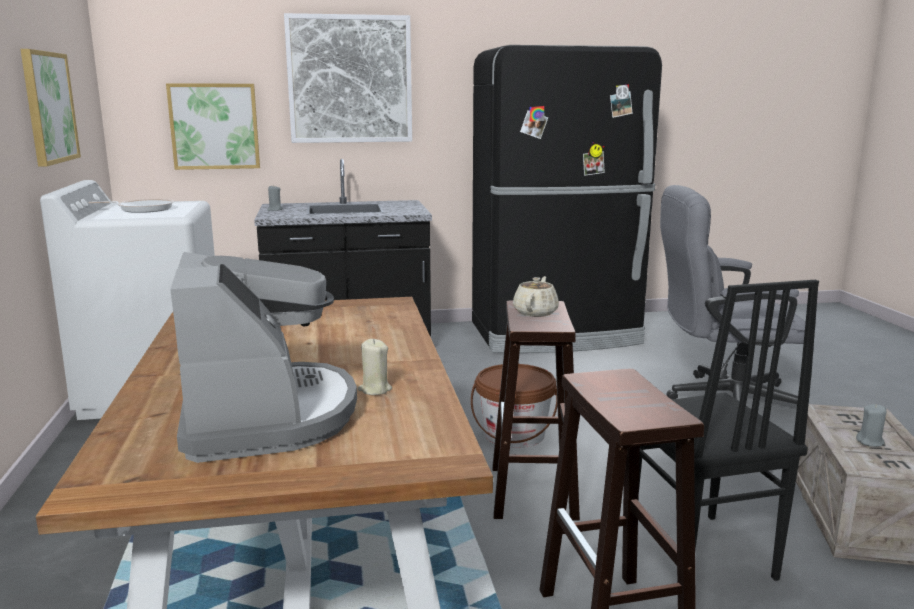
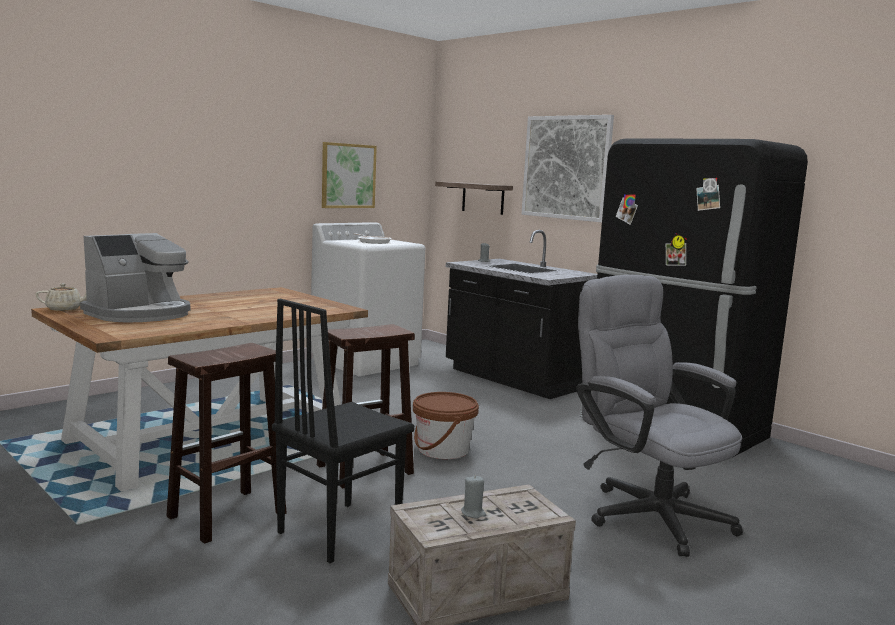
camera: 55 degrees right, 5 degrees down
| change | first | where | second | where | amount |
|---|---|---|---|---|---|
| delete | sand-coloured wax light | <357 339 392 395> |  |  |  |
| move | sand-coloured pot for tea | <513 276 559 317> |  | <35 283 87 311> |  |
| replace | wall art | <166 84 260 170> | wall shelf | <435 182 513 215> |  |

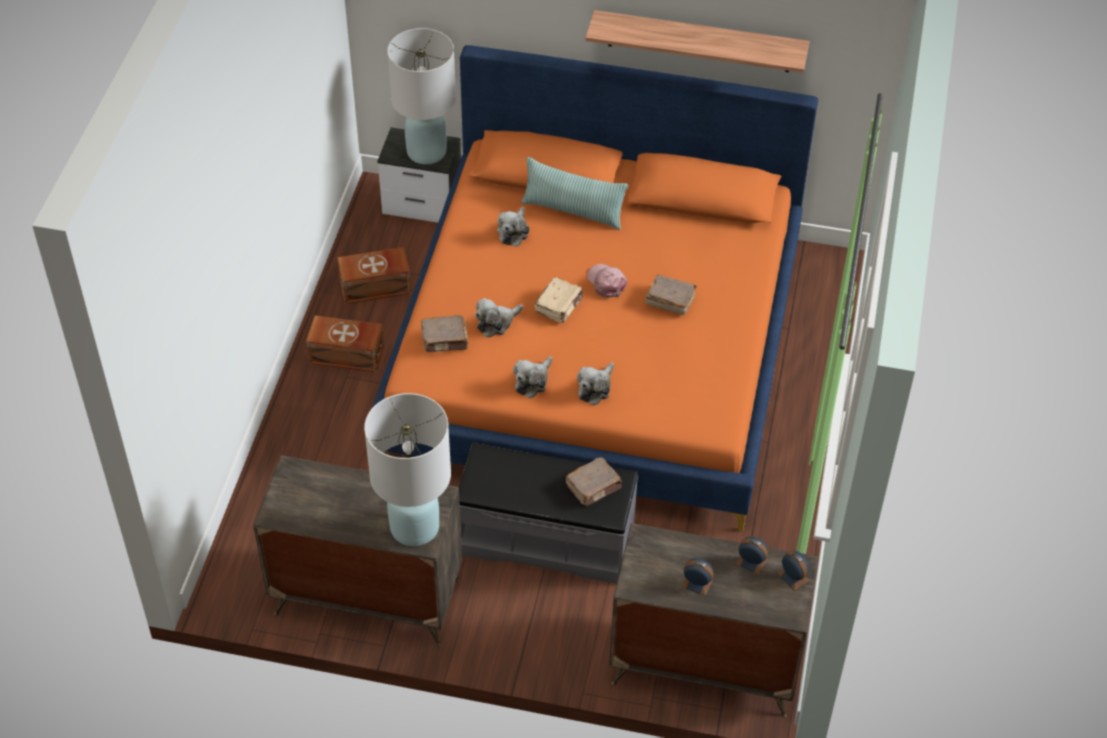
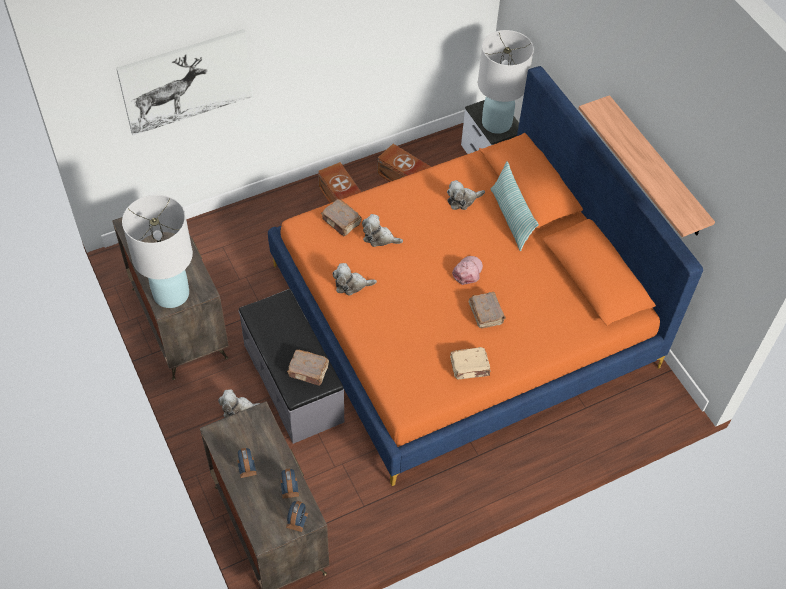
camera: 50 degrees right, 5 degrees up
| change | first | where | second | where | amount |
|---|---|---|---|---|---|
| insert |  |  | wall art | <116 29 253 136> |  |
| move | sand-coloured book | <534 277 583 323> |  | <450 347 491 379> |  |
| move | soft toy | <577 362 614 406> |  | <218 389 260 418> |  |

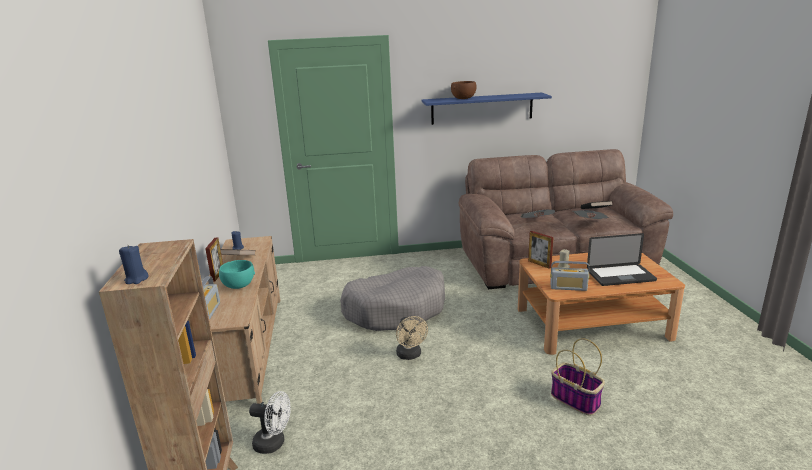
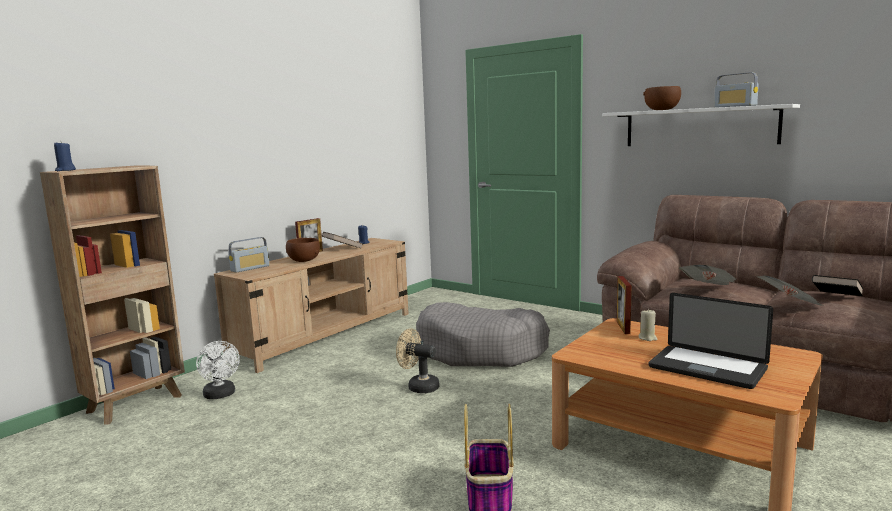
camera: 45 degrees right, 10 degrees down
| change | first | where | second | where | amount |
|---|---|---|---|---|---|
| move | radio receiver | <550 261 590 291> |  | <714 72 759 108> |  |
| recolor | blue-green deep dish | <219 260 255 289> | brown-coloured deep dish | <286 238 320 262> |  |
| recolor | blue wall shelf | <422 93 552 125> | whitish wall shelf | <602 104 800 146> |  |
| rotate | sand-coloured cooling fan | <396 316 428 360> |  | <396 328 439 393> | 90 degrees clockwise |

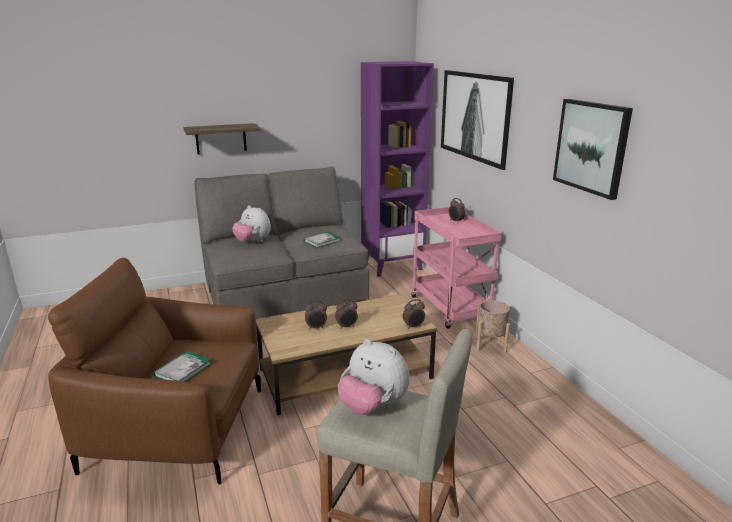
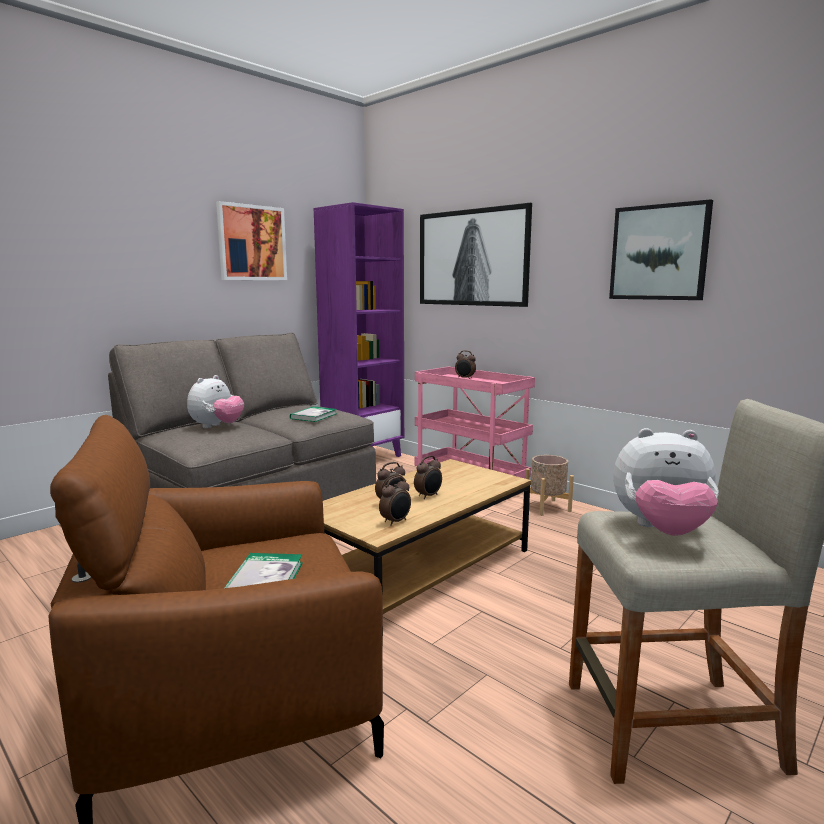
camera: 25 degrees left, 10 degrees down
| change | first | where | second | where | amount |
|---|---|---|---|---|---|
| delete | wall shelf | <183 123 261 154> |  |  |  |
| insert |  |  | wall art | <216 201 287 280> |  |
| move | table clock | <403 299 425 329> |  | <379 477 411 526> |  |
| rotate | soft toy | <232 205 271 242> |  | <187 375 244 428> | 75 degrees counterclockwise |

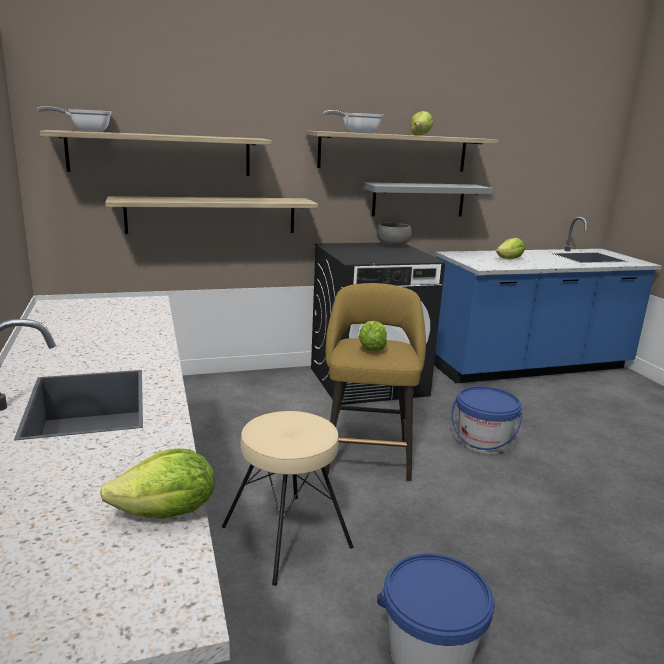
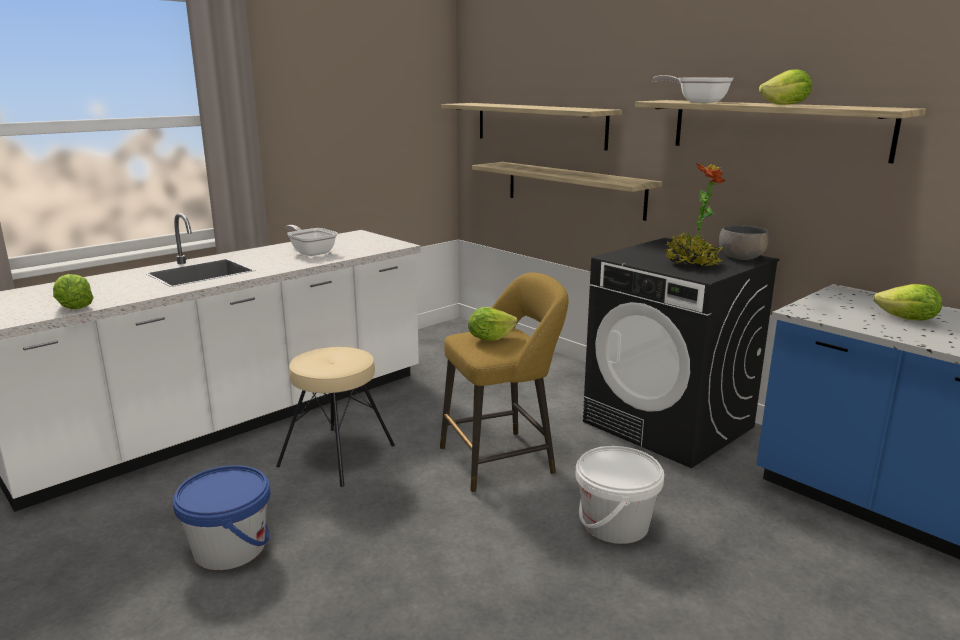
camera: 65 degrees right, 0 degrees up
| change | first | where | second | where | amount |
|---|---|---|---|---|---|
| delete | greyish wall shelf | <362 182 493 217> |  |  |  |
| insert |  |  | houseplant | <665 163 725 267> |  |
| move | skillet | <37 106 112 132> |  | <286 225 338 256> |  |
| recolor | blue bucket | <451 386 522 454> | whitish bucket | <575 446 664 544> |  |

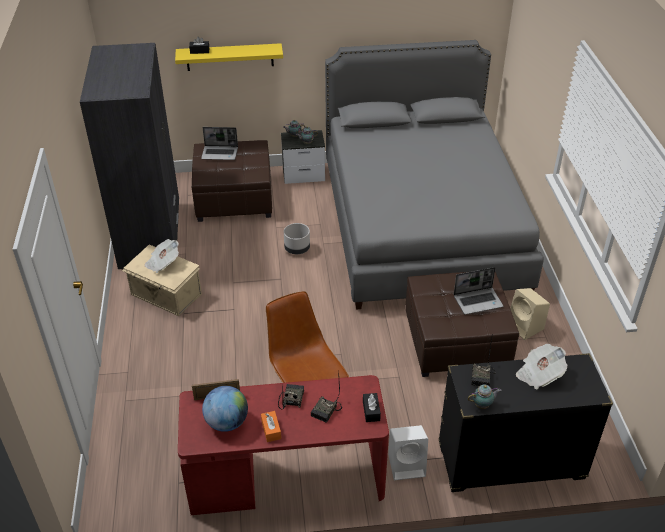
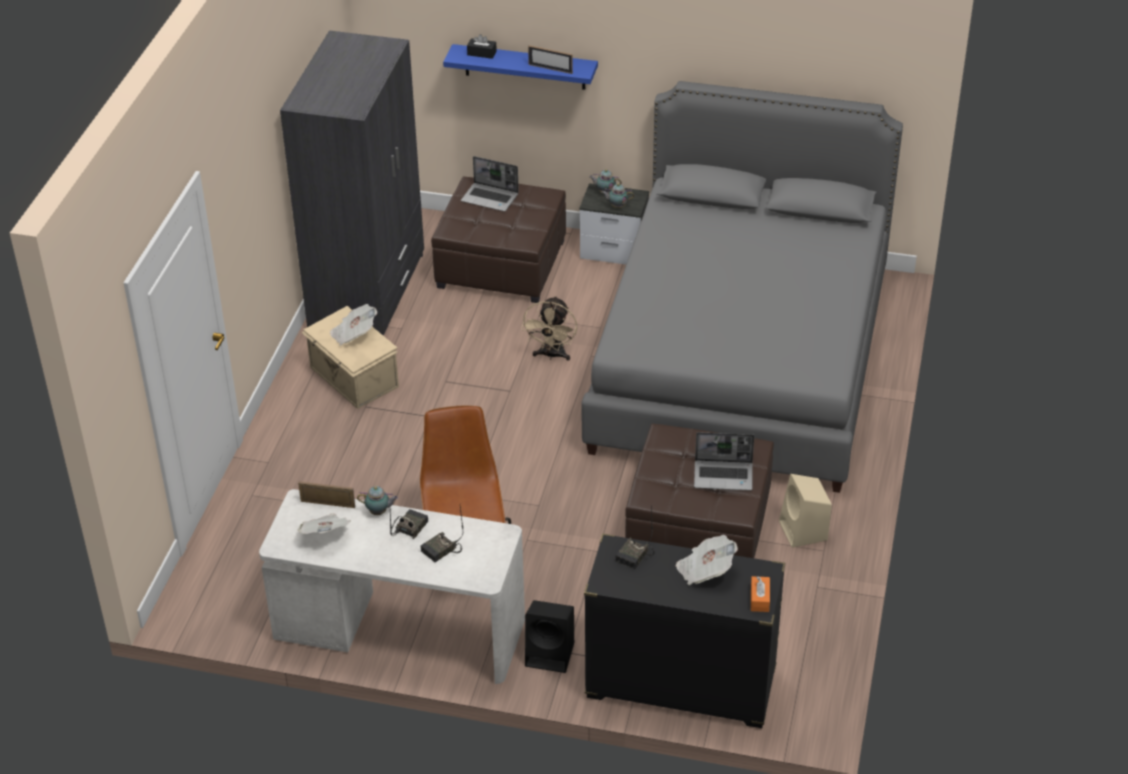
camera: 20 degrees right, 0 degrees up
| change | first | where | second | where | amount |
|---|---|---|---|---|---|
| delete | blackish tissue holder | <363 393 381 422> |  |  |  |
| insert |  |  | standing frame | <528 45 573 74> |  |
| move | orange-coloured tissue holder | <261 411 281 442> |  | <751 576 770 612> |  |
| move | pot for tea | <468 384 502 409> |  | <357 486 398 515> |  |
| replace | desk globe | <202 386 248 432> | daily paper | <297 513 351 534> |  |
| replace | greyish flower pot | <284 223 310 254> | sand-coloured cooling fan | <521 296 577 361> |  |
| recolor | yellowish wall shelf | <175 43 283 71> | blue wall shelf | <443 44 598 90> |  |
| recolor | reddish desk unit | <178 375 389 515> | whitish desk unit | <259 489 525 684> |  |
| recolor | whitish loudspeaker | <388 425 428 480> | blackish loudspeaker | <525 600 574 673> |  |

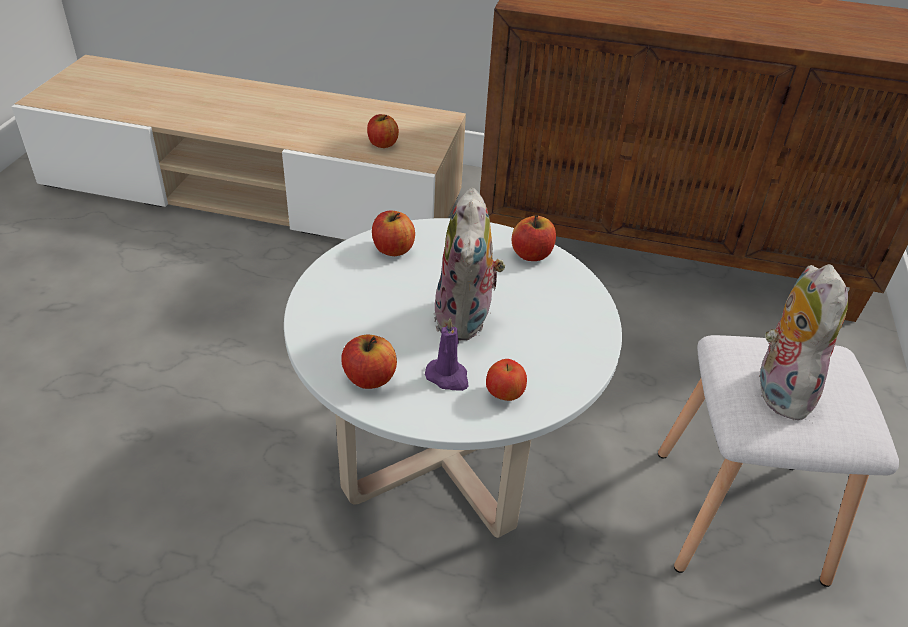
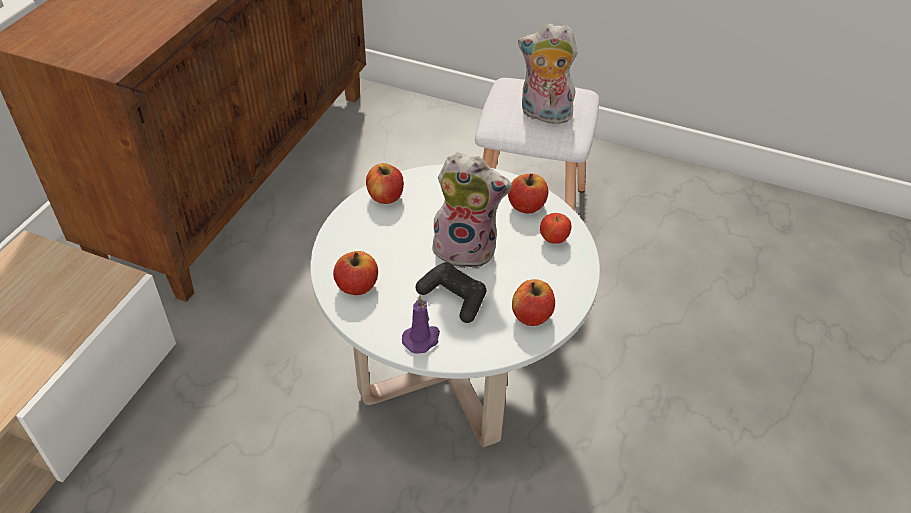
camera: 80 degrees left, 5 degrees up
| change | first | where | second | where | amount |
|---|---|---|---|---|---|
| insert |  |  | blackish game controller | <416 262 486 323> |  |
| move | apple | <367 114 399 148> |  | <508 173 548 213> |  |
| move | purplish wax light | <425 318 469 391> |  | <402 295 440 354> |  |

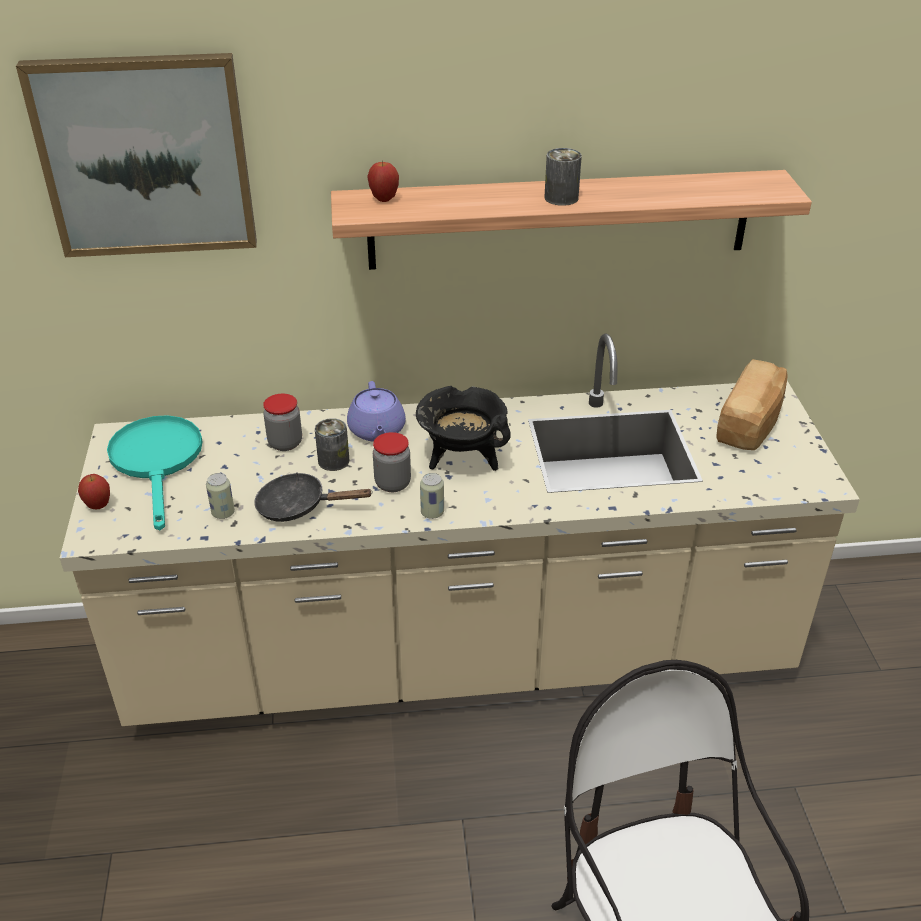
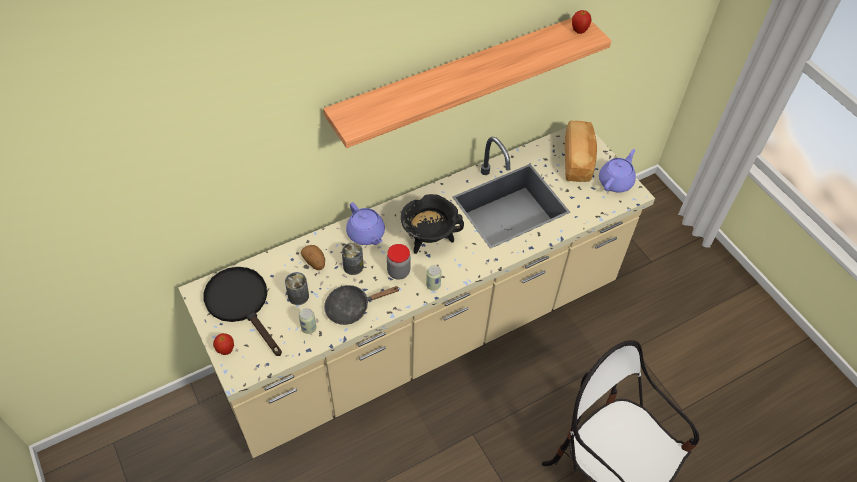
camera: 25 degrees left, 15 degrees up
| change | first | where | second | where | amount |
|---|---|---|---|---|---|
| delete | wall art | <16 53 257 257> |  |  |  |
| insert |  |  | purplish pot for tea | <599 149 636 193> |  |
| move | apple | <367 160 399 202> |  | <572 10 591 34> |  |
| move | sealed can | <544 148 582 206> |  | <285 272 309 305> |  |
| replace | storage jar | <263 394 302 451> | potato | <301 245 325 270> |  |
| recolor | blue-green skillet | <107 415 203 530> | blackish skillet | <203 267 282 356> |  |

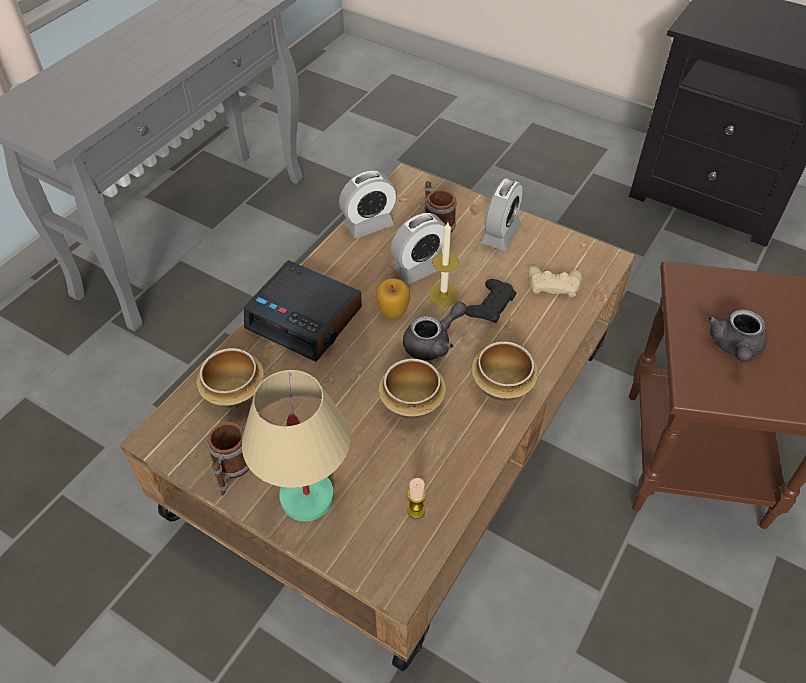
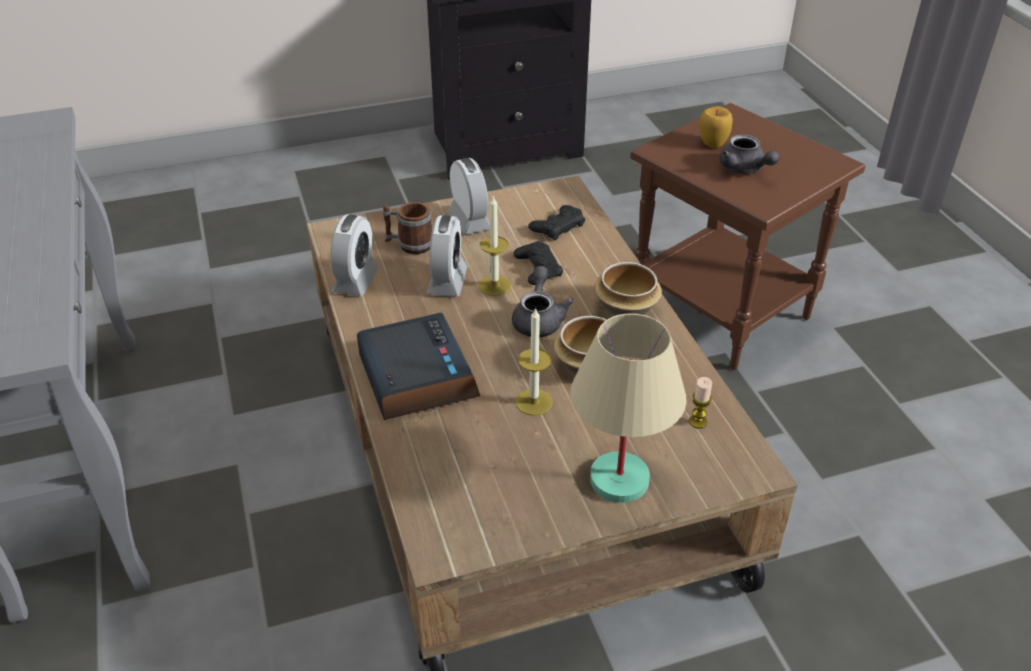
camera: 50 degrees left, 10 degrees down
| change | first | where | second | where | amount |
|---|---|---|---|---|---|
| delete | deep dish | <197 348 264 409> |  |  |  |
| delete | coffee mug | <207 422 249 495> |  |  |  |
| insert |  |  | wax light | <515 307 553 416> |  |
| move | apple | <376 278 410 319> |  | <699 106 733 148> |  |
| recolor | sand-coloured game controller | <528 266 582 297> | blackish game controller | <528 205 585 240> |  |
| rotate | table clock | <244 260 362 362> |  | <357 313 480 420> | 90 degrees counterclockwise |

